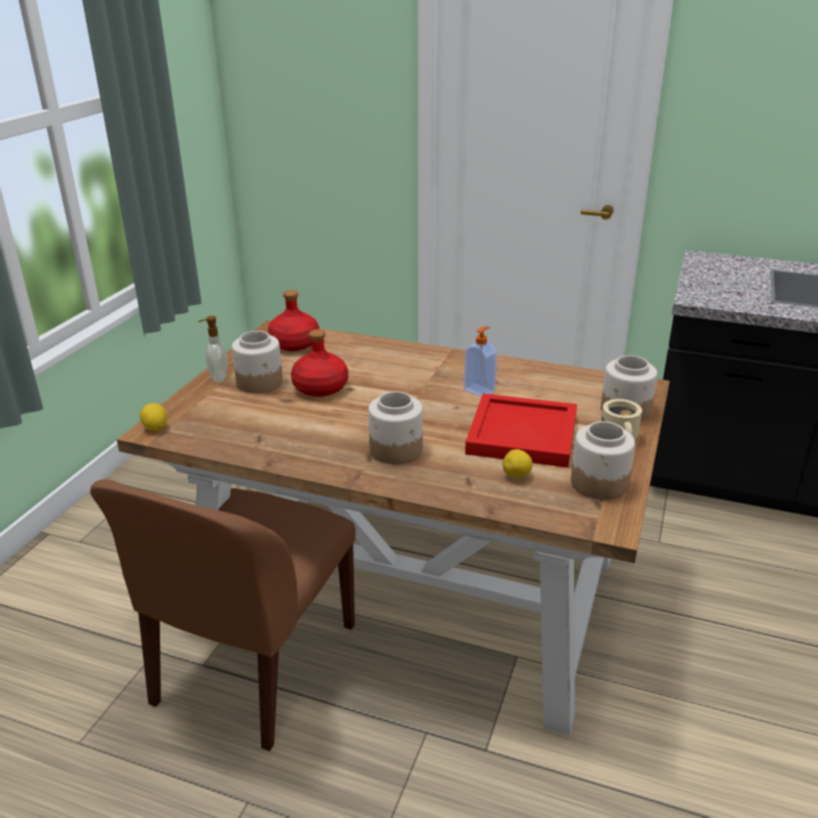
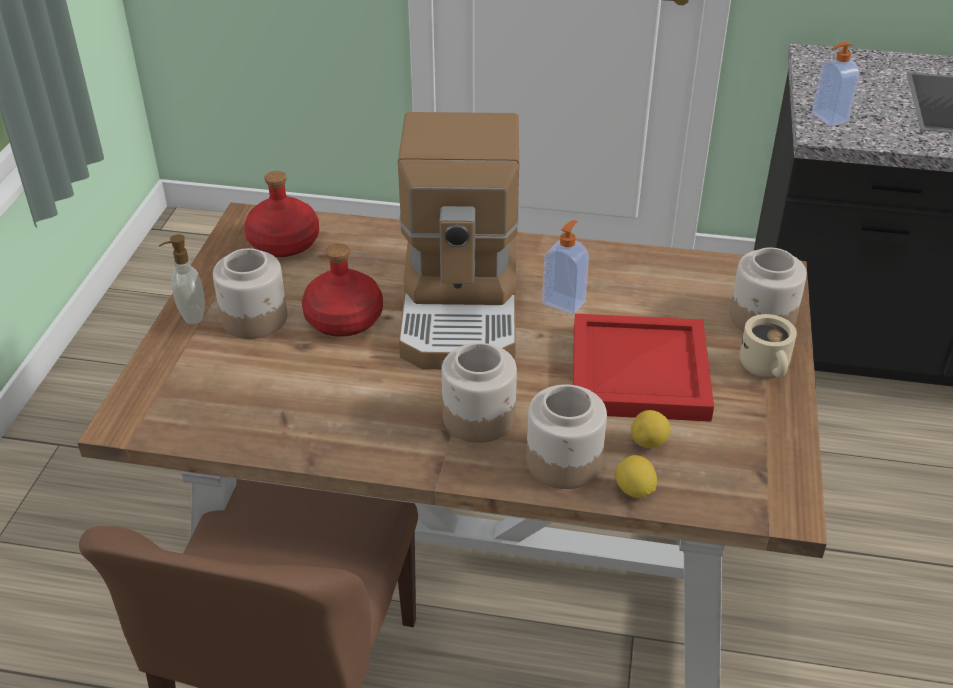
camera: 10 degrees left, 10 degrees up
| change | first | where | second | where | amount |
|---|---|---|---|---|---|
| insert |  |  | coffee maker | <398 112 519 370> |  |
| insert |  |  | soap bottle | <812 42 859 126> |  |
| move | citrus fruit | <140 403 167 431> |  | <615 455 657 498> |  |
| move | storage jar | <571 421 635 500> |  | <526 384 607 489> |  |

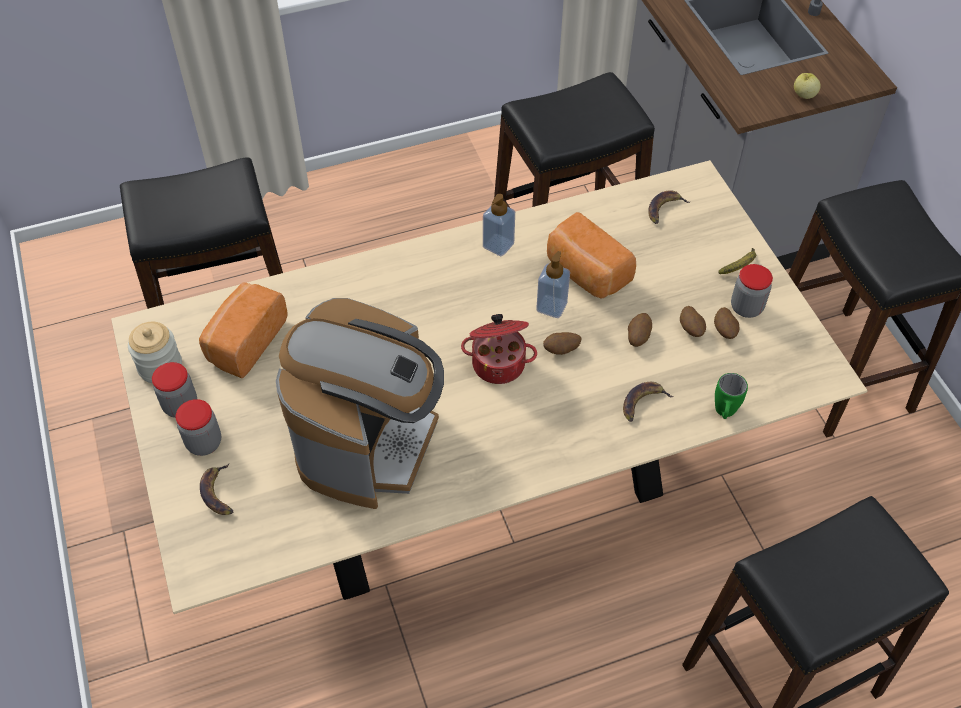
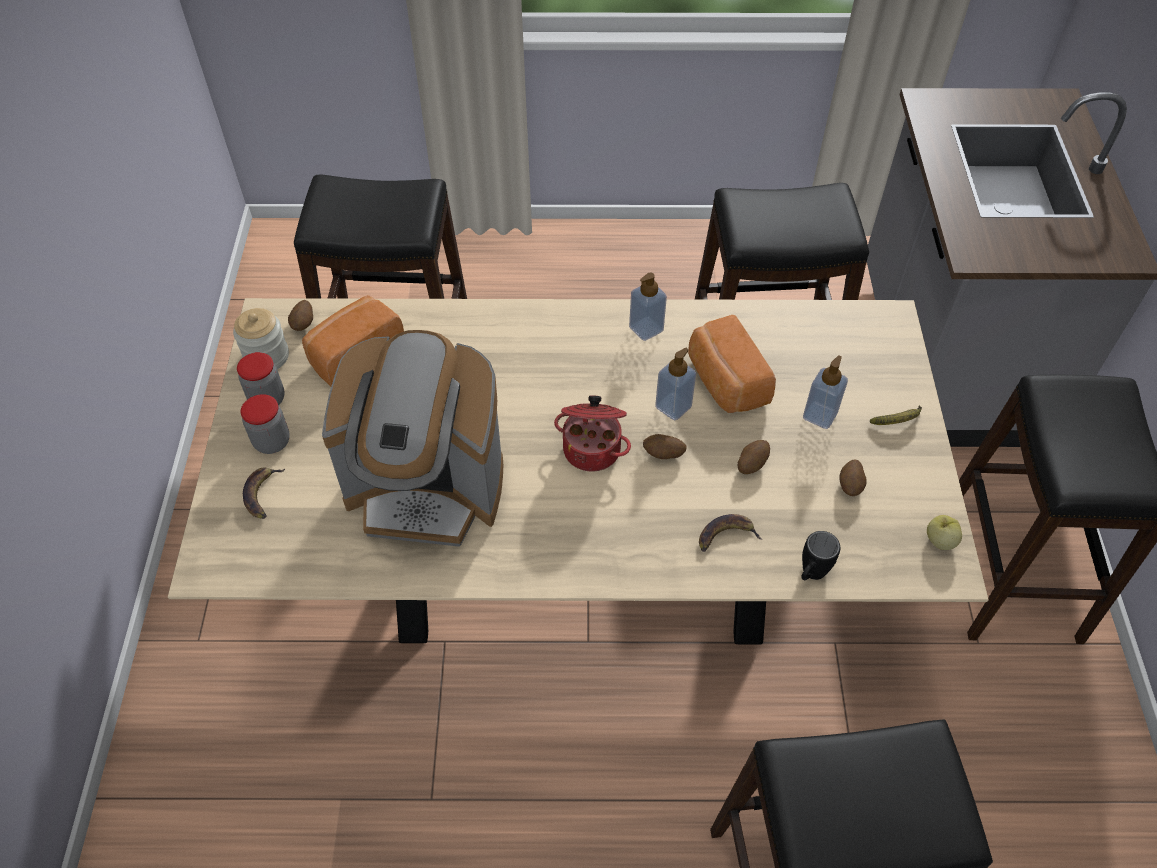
camera: 20 degrees right, 0 degrees up
| change | first | where | second | where | amount |
|---|---|---|---|---|---|
| delete | banana fruit | <648 190 690 224> |  |  |  |
| delete | storage jar | <731 264 773 318> |  |  |  |
| insert |  |  | soap bottle | <803 355 848 429> |  |
| move | potato | <680 306 706 337> |  | <288 300 313 331> |  |
| move | apple | <794 73 821 99> |  | <927 515 962 550> |  |
| recolor | green-coloured coffee mug | <715 373 748 419> | blackish coffee mug | <801 531 840 580> |  |
| rotate | coffee maker | <276 298 444 509> |  | <322 330 503 547> | 60 degrees clockwise |

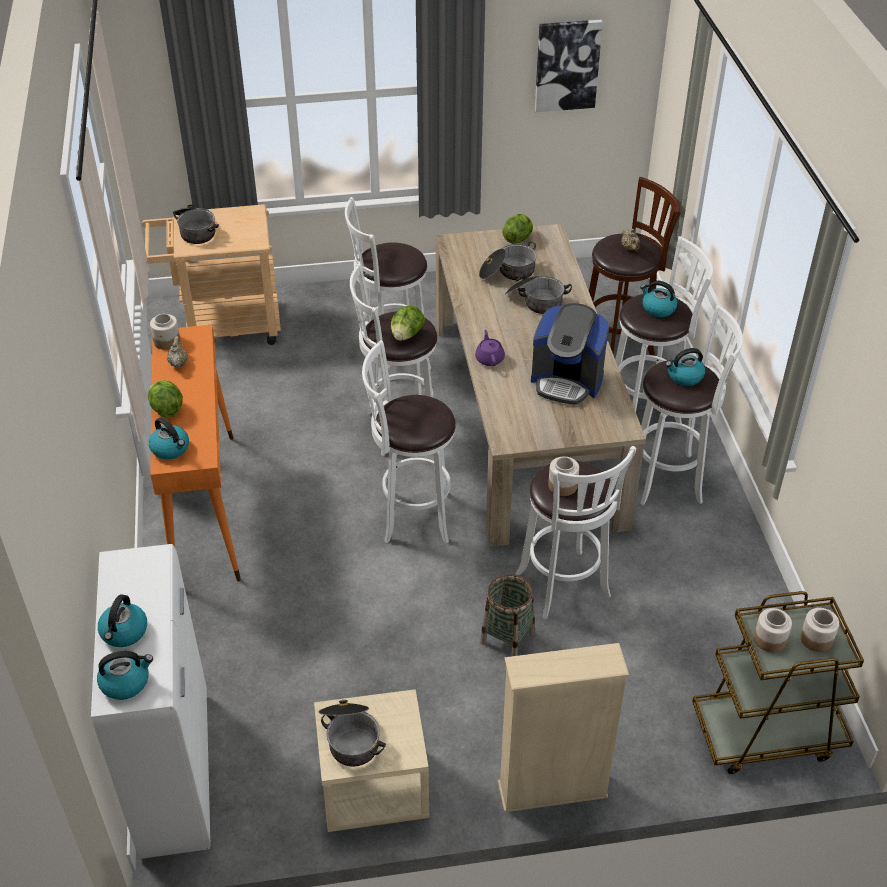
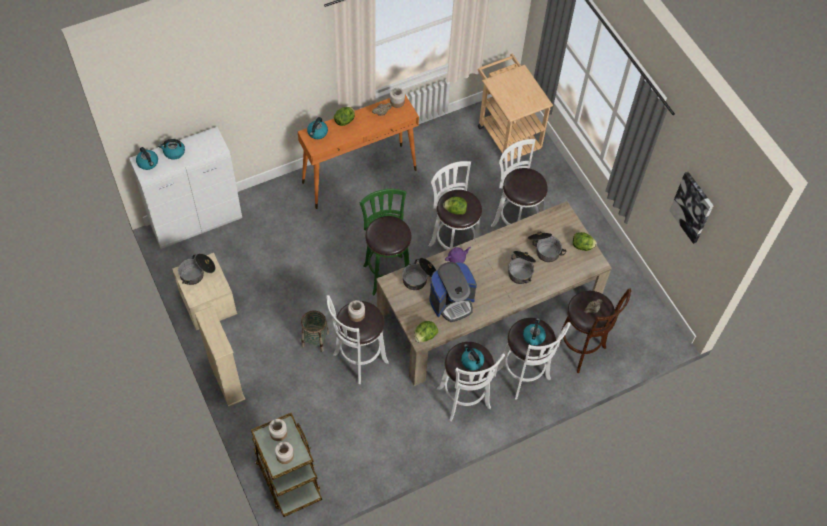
camera: 70 degrees right, 15 degrees up
| change | first | where | second | where | amount |
|---|---|---|---|---|---|
| insert |  |  | lettuce head | <414 321 438 342> |  |
| move | stockpot | <173 205 219 244> |  | <402 258 436 290> |  |
| recolor | whitish stool seat | <362 340 456 544> | green-coloured stool seat | <360 189 411 295> |  |
| rotate | coffee maker | <531 303 609 405> |  | <429 262 477 322> | 120 degrees counterclockwise |

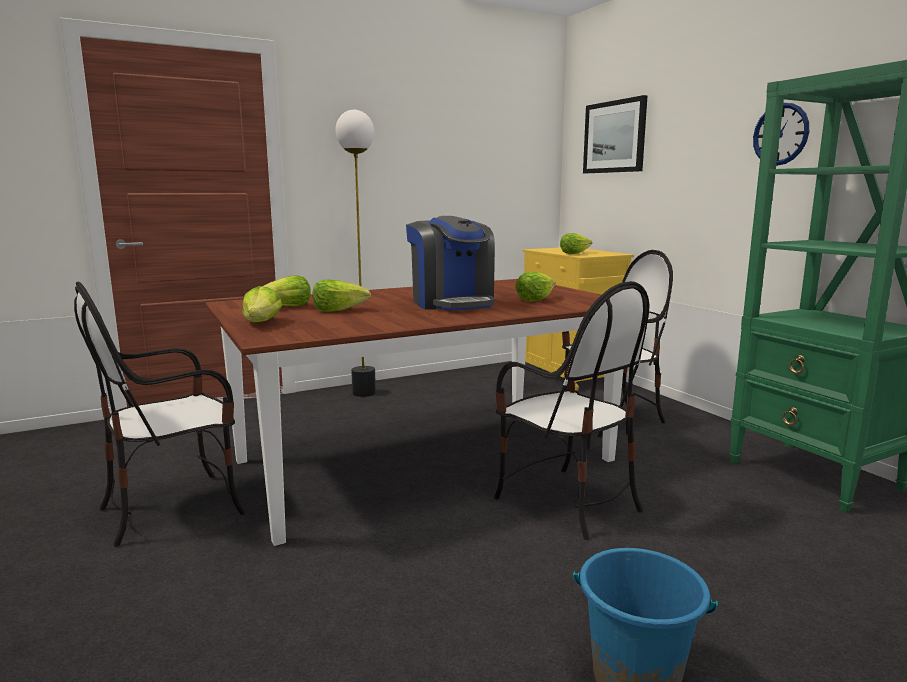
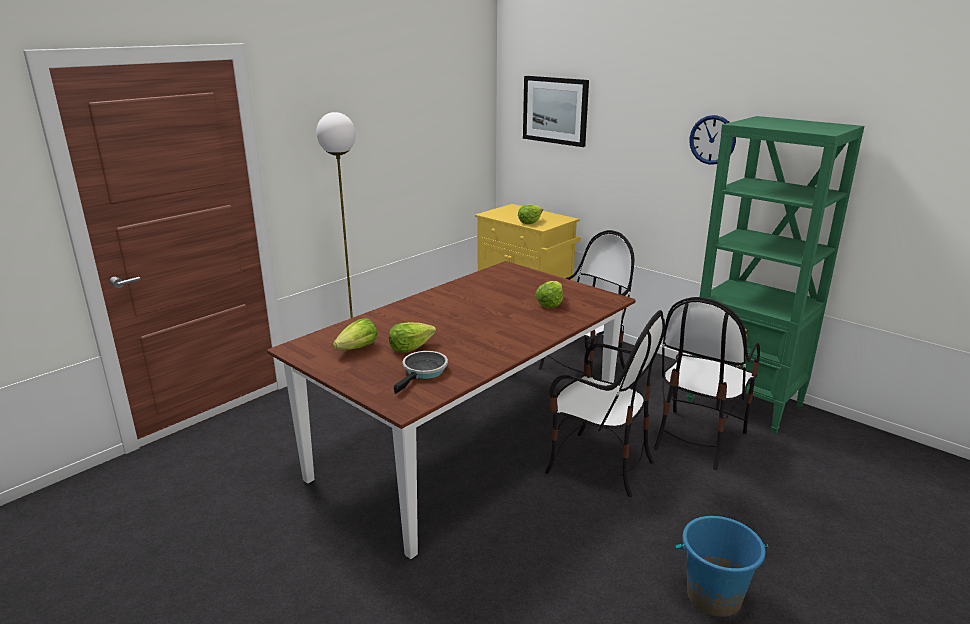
camera: 20 degrees left, 10 degrees up
| change | first | where | second | where | amount |
|---|---|---|---|---|---|
| delete | lettuce head | <242 286 283 322> |  |  |  |
| delete | coffee maker | <406 216 495 311> |  |  |  |
| insert |  |  | skillet | <394 351 448 394> |  |
| move | plain chair | <74 281 245 546> |  | <654 297 760 470> |  |

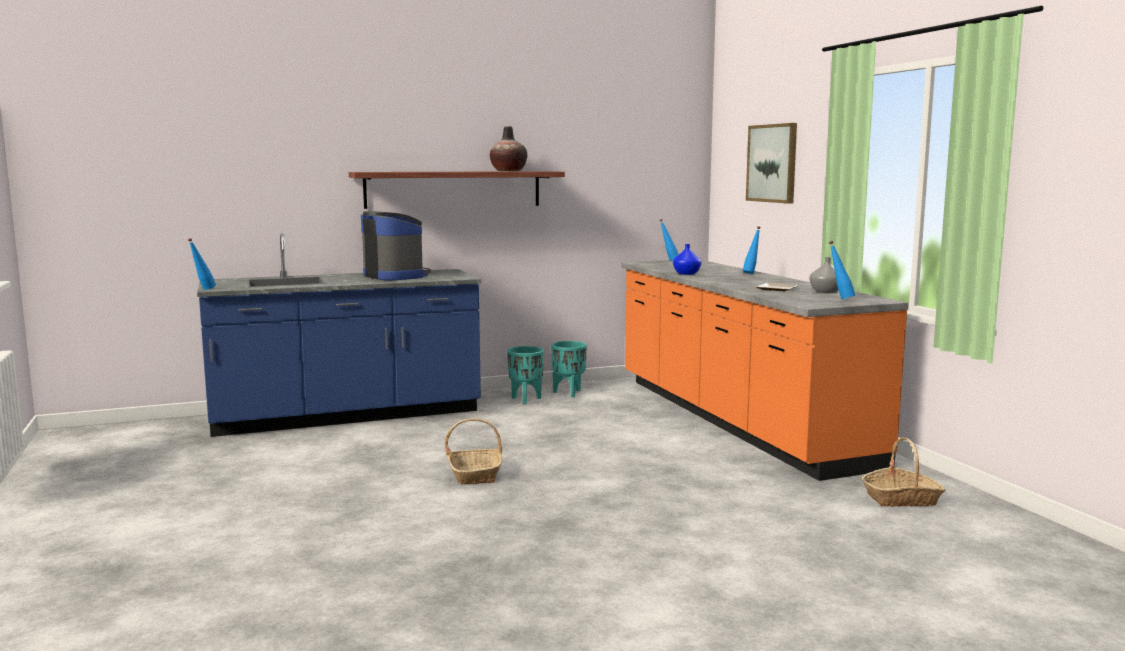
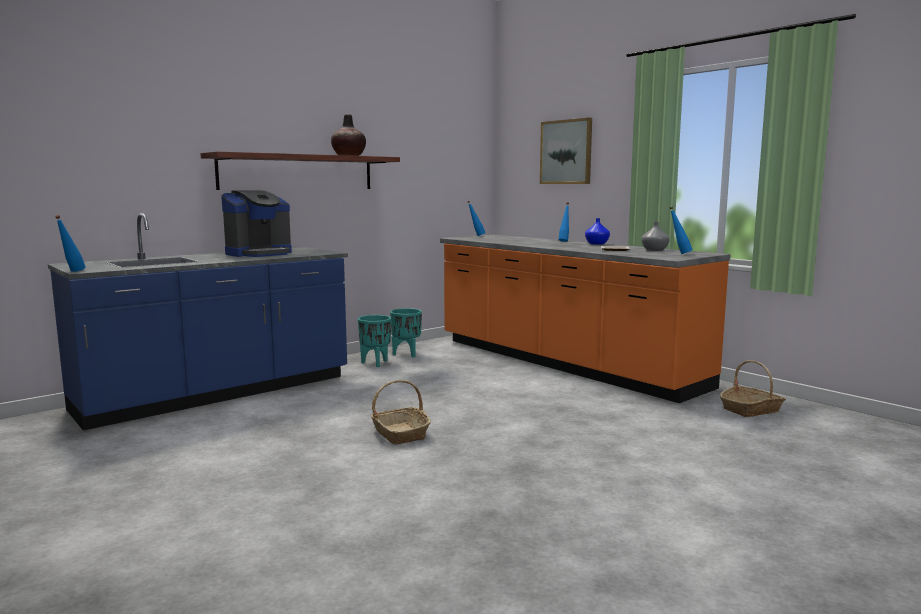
camera: 20 degrees left, 0 degrees up
| change | first | where | second | where | amount |
|---|---|---|---|---|---|
| move | blue flower vase | <673 244 702 275> |  | <585 218 610 245> |  |
| rotate | coffee maker | <361 211 431 280> |  | <221 190 292 257> | 105 degrees clockwise |

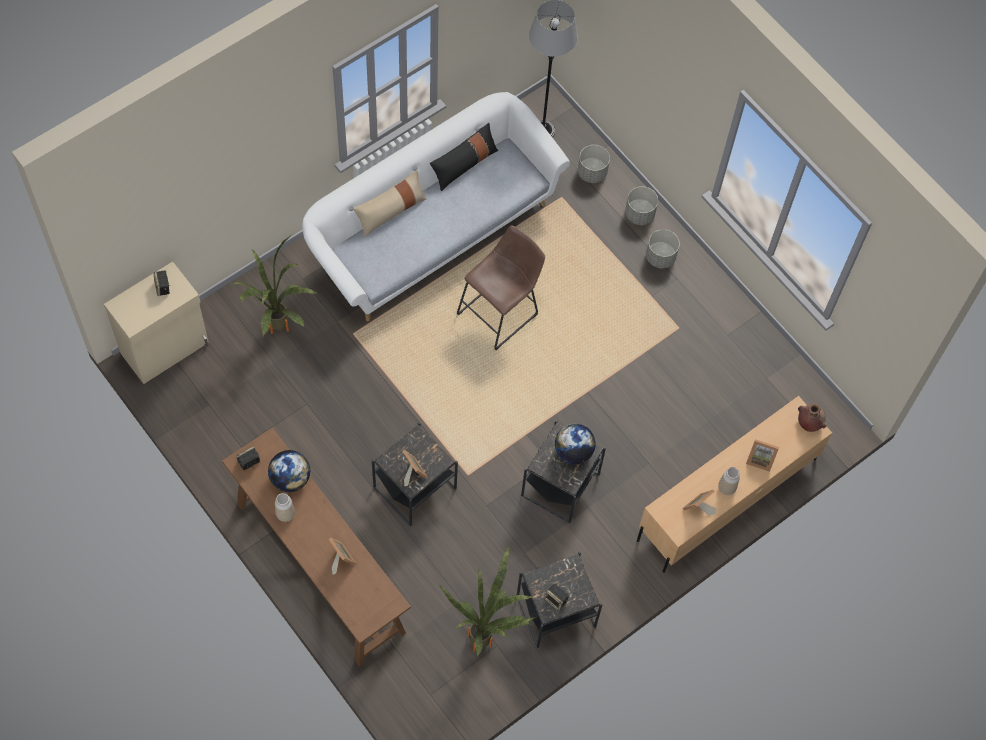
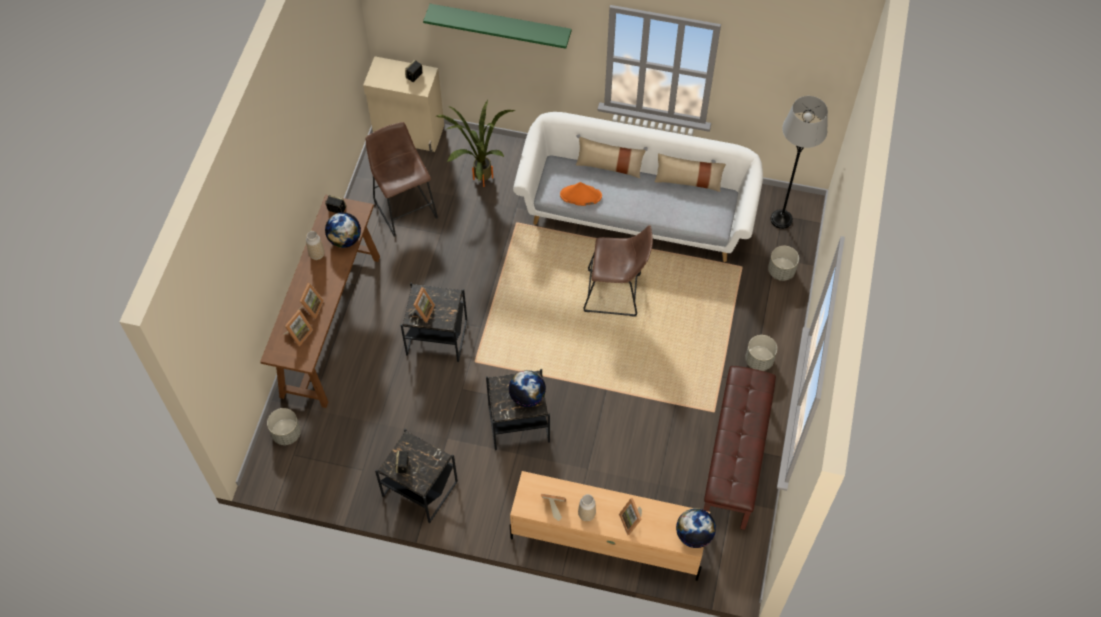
camera: 55 degrees right, 5 degrees down
| change | first | where | second | where | amount |
|---|---|---|---|---|---|
| delete | houseplant | <439 546 536 657> |  |  |  |
| insert |  |  | standing frame | <283 310 313 346> |  |
| insert |  |  | brown-coloured stool seat | <366 122 438 237> |  |
| insert |  |  | green-coloured wall shelf | <423 4 572 49> |  |
| insert |  |  | orange-coloured clothing hat | <560 182 602 206> |  |
| insert |  |  | brown-coloured long seat | <703 366 776 530> |  |
| move | greyish flower pot | <625 186 658 225> |  | <267 408 301 445> |  |
| replace | brown-coloured flower vase | <798 404 826 432> | desk globe | <676 508 716 548> |  |
| recolor | blackish throw pillow | <430 123 498 191> | sand-coloured throw pillow | <655 153 726 192> |  |

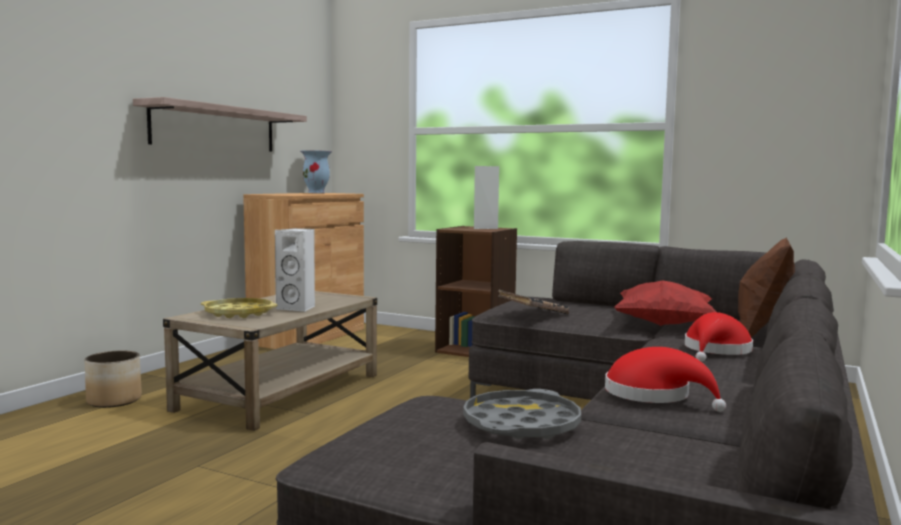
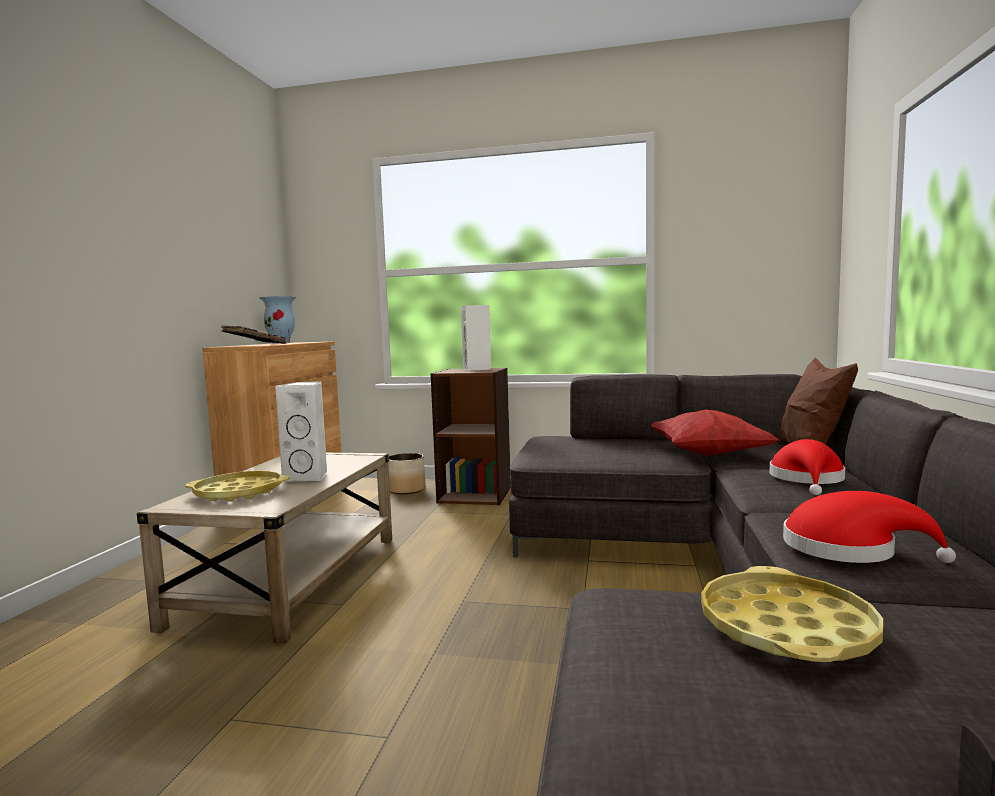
camera: 15 degrees left, 0 degrees up
| change | first | where | second | where | amount |
|---|---|---|---|---|---|
| delete | wall shelf | <133 97 307 151> |  |  |  |
| move | flower pot | <85 351 142 408> |  | <388 453 426 494> |  |
| move | blackish book | <498 290 569 314> |  | <221 325 286 344> |  |
| recolor | greyish carrying tray | <463 389 581 439> | yellowish carrying tray | <701 566 883 662> |  |

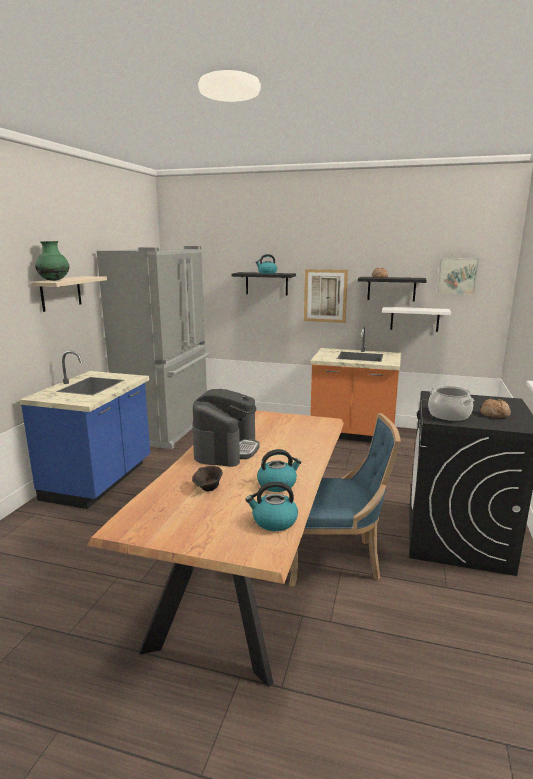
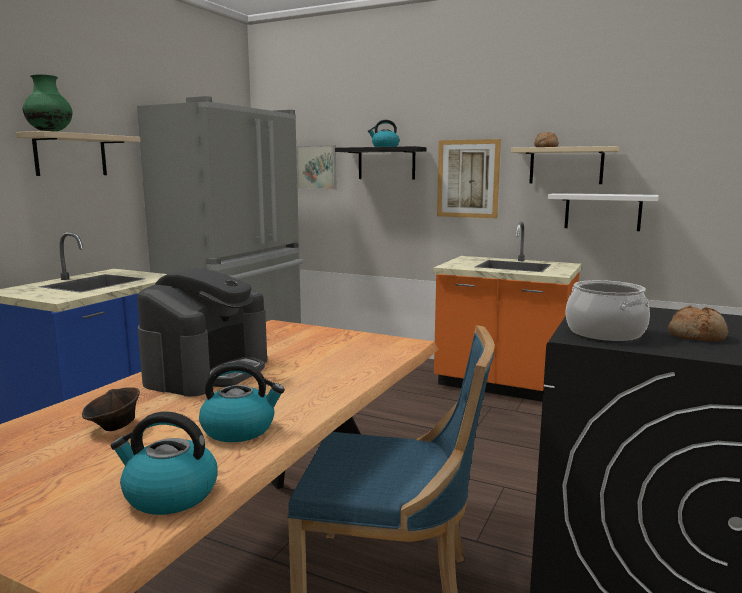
camera: 10 degrees right, 5 degrees down
| change | first | where | second | where | amount |
|---|---|---|---|---|---|
| move | wall art | <437 258 479 295> |  | <297 145 336 189> |  |
| recolor | blackish wall shelf | <358 277 427 302> | sand-coloured wall shelf | <511 146 620 184> |  |

